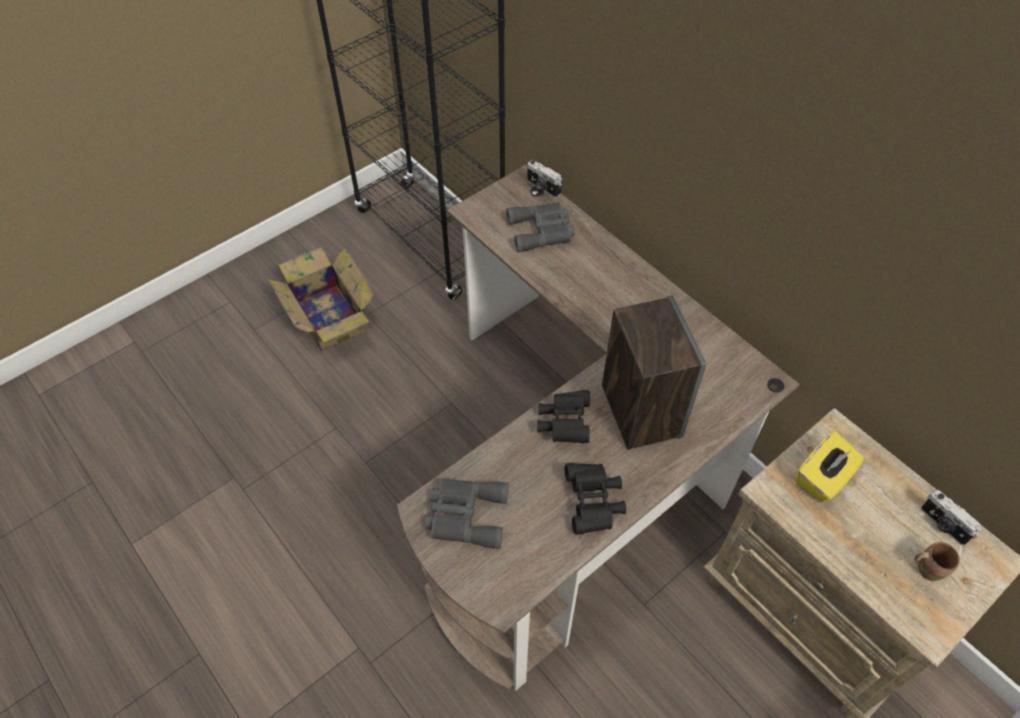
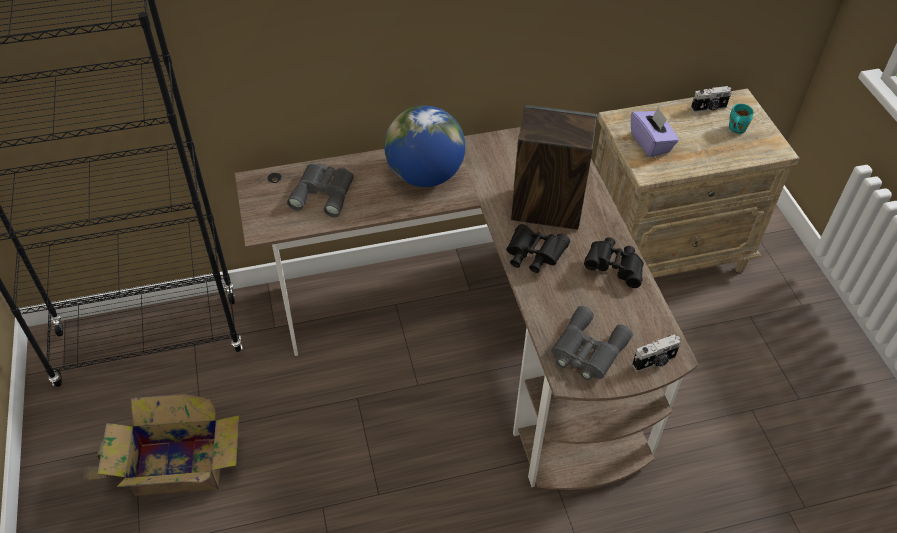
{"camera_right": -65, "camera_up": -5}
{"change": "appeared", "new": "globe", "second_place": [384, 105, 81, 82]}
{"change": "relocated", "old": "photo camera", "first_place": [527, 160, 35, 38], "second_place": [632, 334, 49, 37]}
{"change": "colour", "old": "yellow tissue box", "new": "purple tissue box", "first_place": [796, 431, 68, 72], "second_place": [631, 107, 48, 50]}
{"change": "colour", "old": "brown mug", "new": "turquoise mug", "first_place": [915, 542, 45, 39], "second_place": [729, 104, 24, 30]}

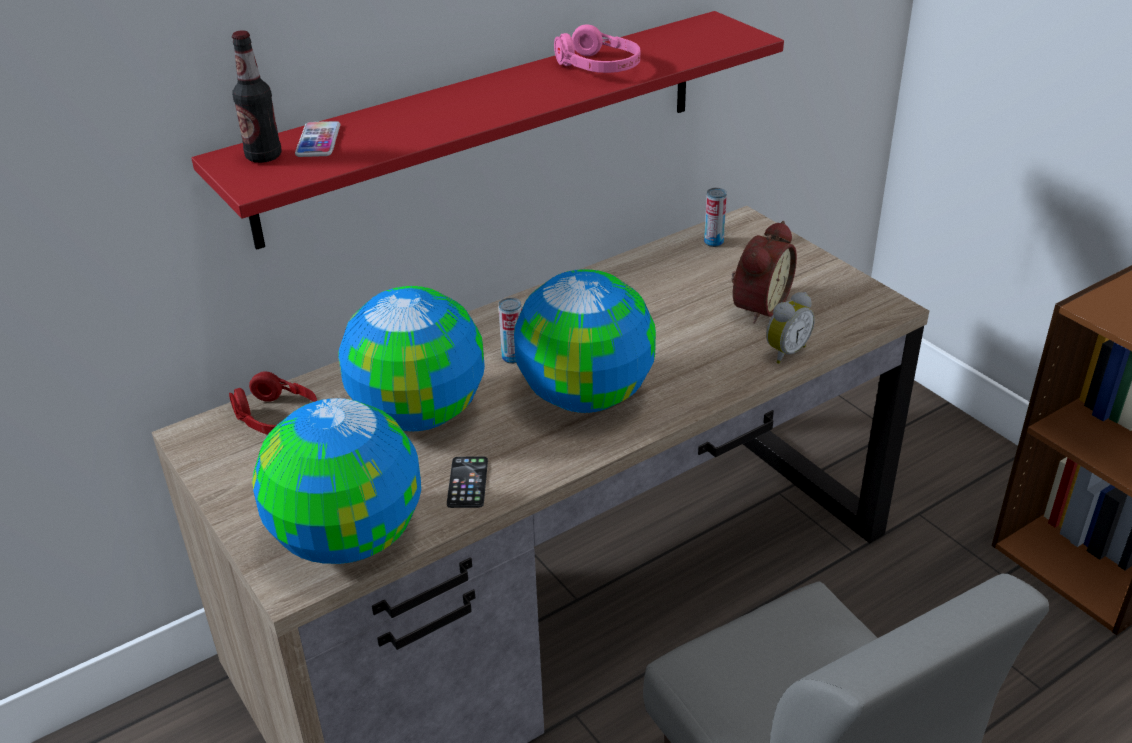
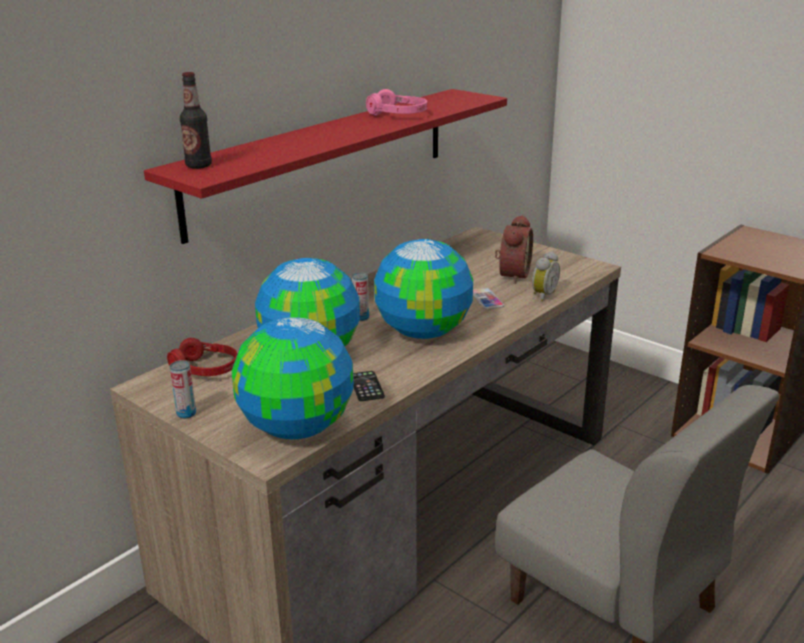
{"camera_right": -15, "camera_up": -10}
{"change": "relocated", "old": "phone", "first_place": [295, 121, 45, 36], "second_place": [473, 288, 31, 21]}
{"change": "relocated", "old": "can", "first_place": [704, 188, 23, 59], "second_place": [170, 360, 26, 59]}

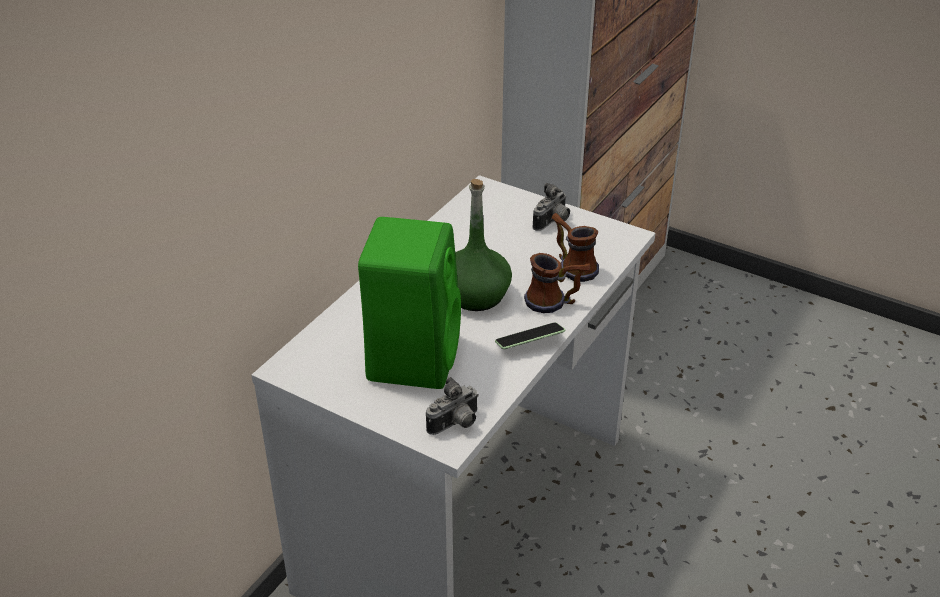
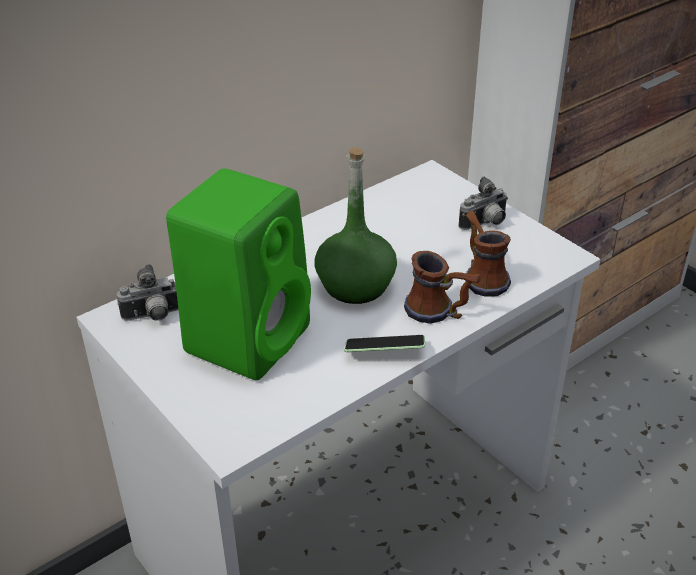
{"camera_right": 20, "camera_up": 0}
{"change": "relocated", "old": "photo camera", "first_place": [426, 377, 53, 58], "second_place": [117, 264, 62, 57]}

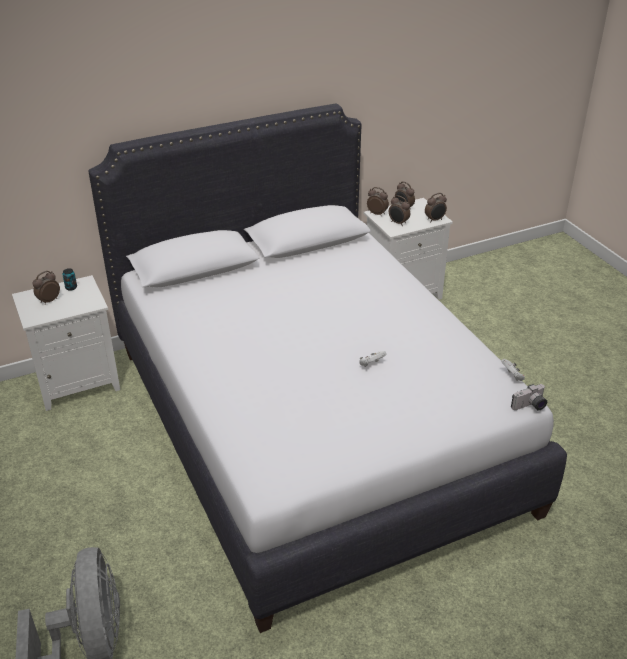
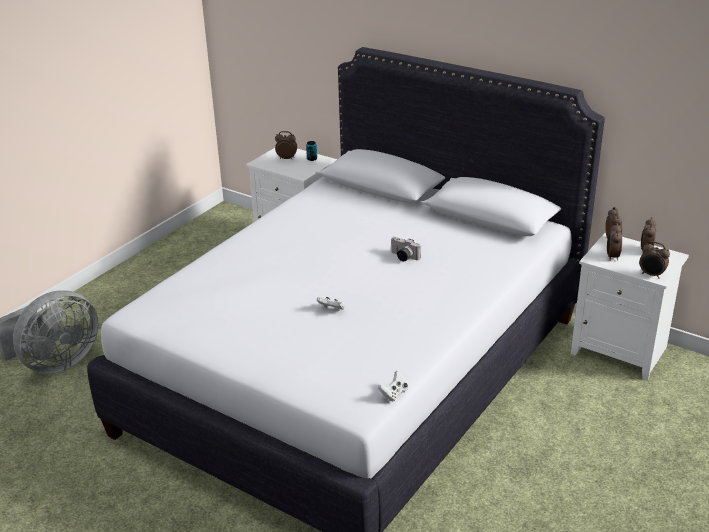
{"camera_right": 60, "camera_up": -5}
{"change": "relocated", "old": "photo camera", "first_place": [511, 384, 36, 26], "second_place": [391, 237, 30, 24]}

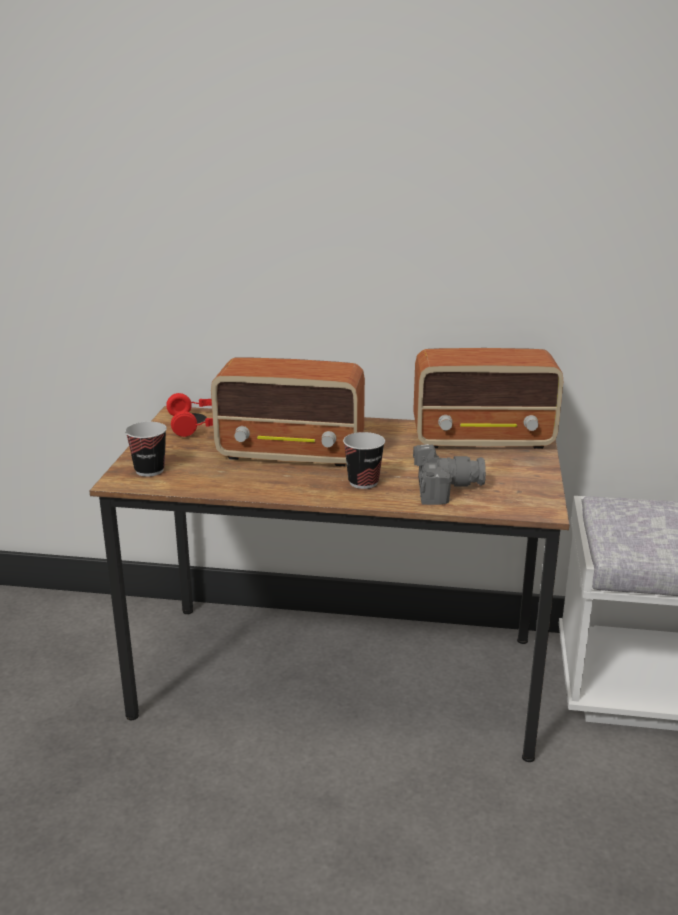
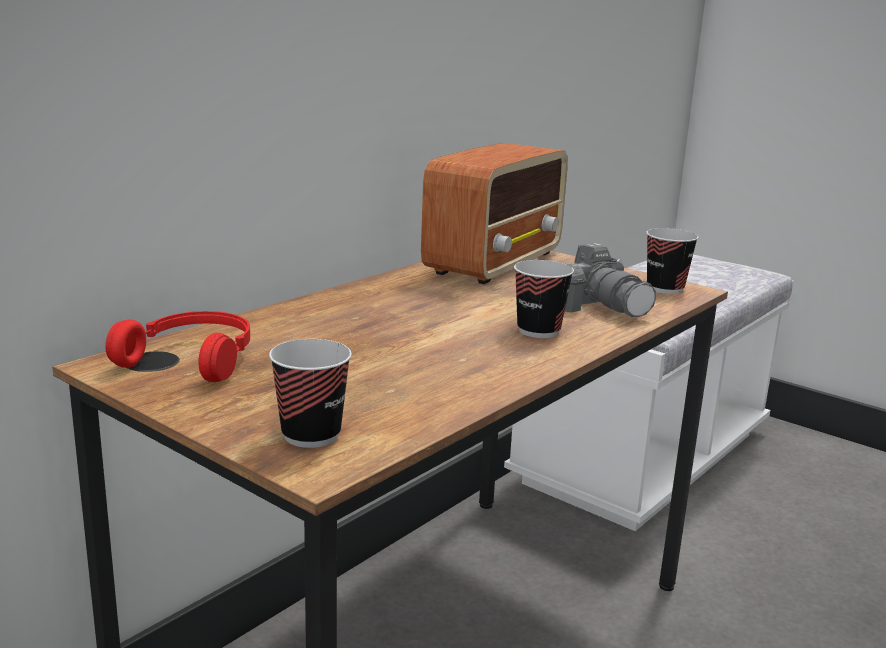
{"camera_right": -60, "camera_up": -5}
{"change": "missing", "old": "radio", "first_place": [211, 357, 154, 110]}
{"change": "appeared", "new": "cup", "second_place": [646, 228, 53, 66]}
{"change": "spun", "old": "photo camera", "first_place": [413, 444, 73, 61], "second_place": [565, 243, 91, 74], "degrees": 120}

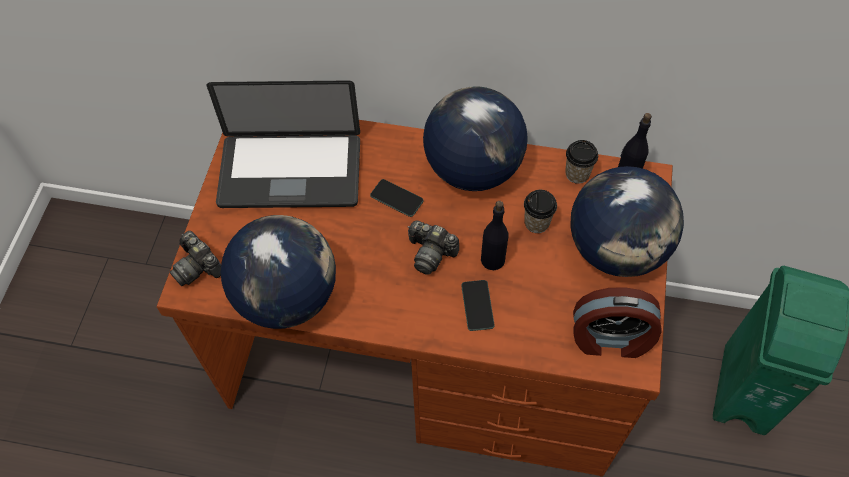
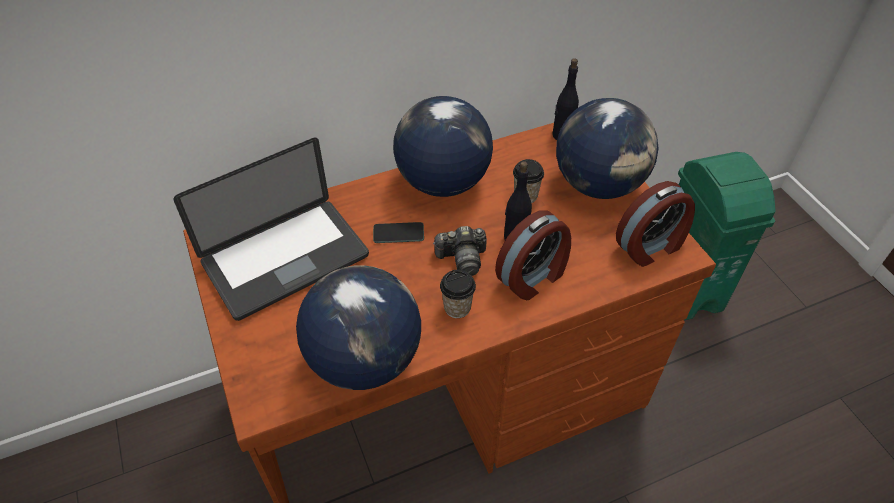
{"camera_right": -35, "camera_up": -10}
{"change": "missing", "old": "photo camera", "first_place": [170, 231, 51, 55]}
{"change": "relocated", "old": "cup", "first_place": [565, 140, 33, 44], "second_place": [440, 270, 36, 48]}
{"change": "exchanged", "old": "phone", "new": "alarm clock", "first_place": [461, 280, 34, 51], "second_place": [495, 210, 76, 90]}

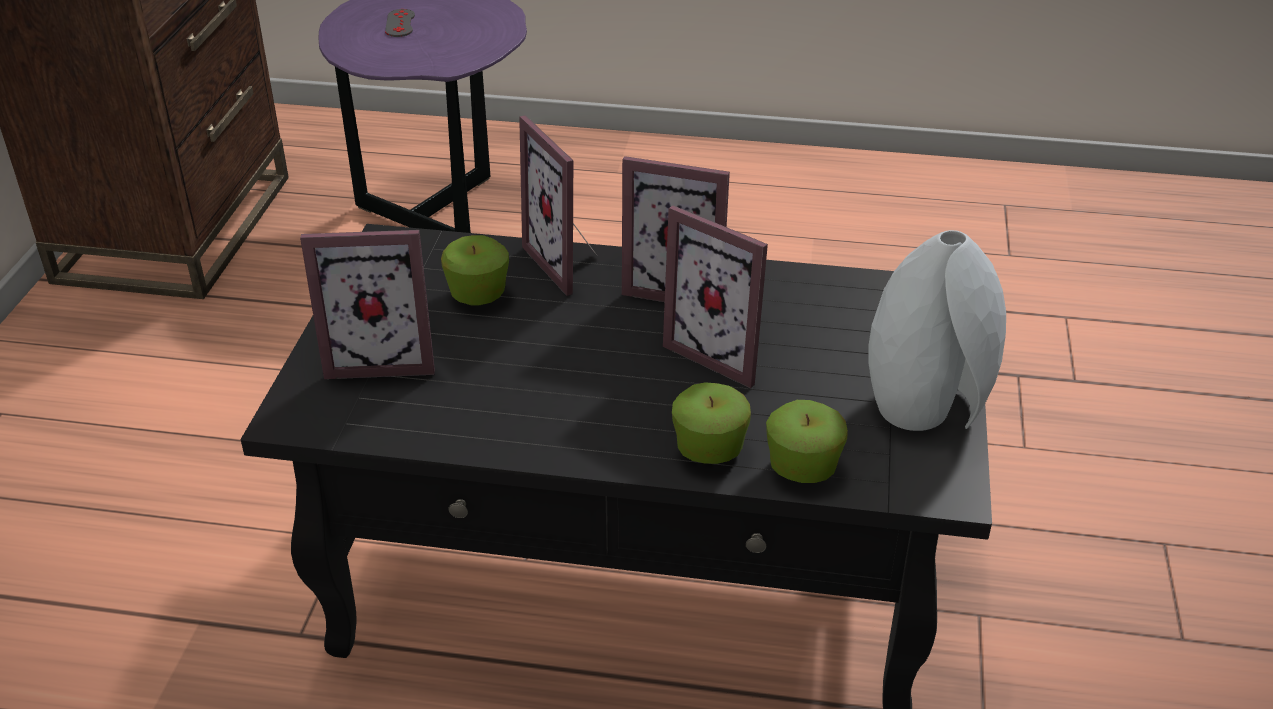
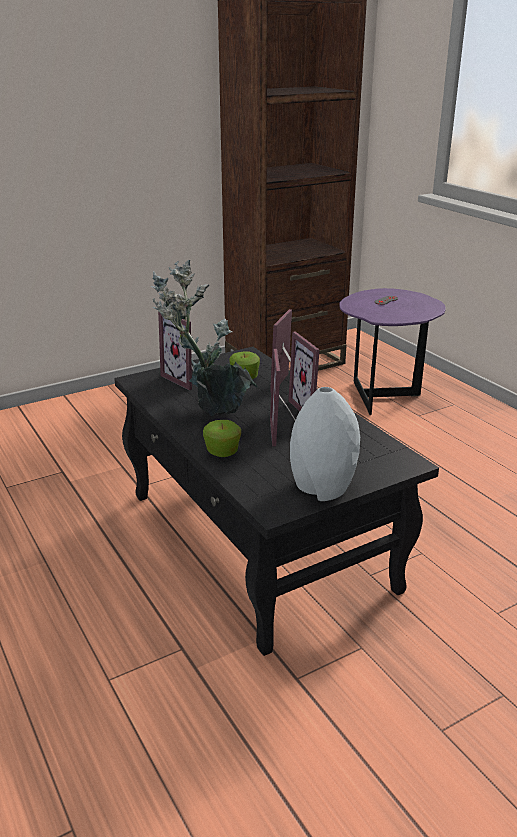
{"camera_right": 50, "camera_up": -10}
{"change": "missing", "old": "apple", "first_place": [766, 400, 82, 83]}
{"change": "appeared", "new": "potted plant", "second_place": [151, 260, 107, 156]}

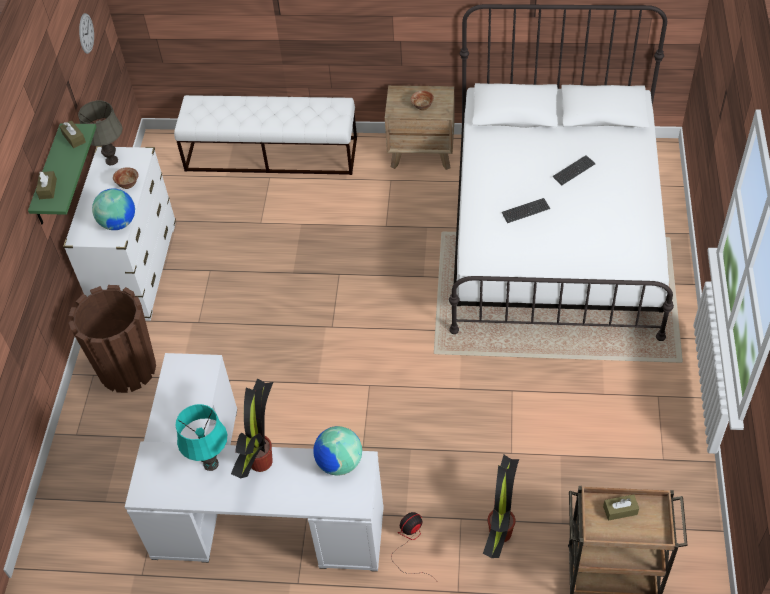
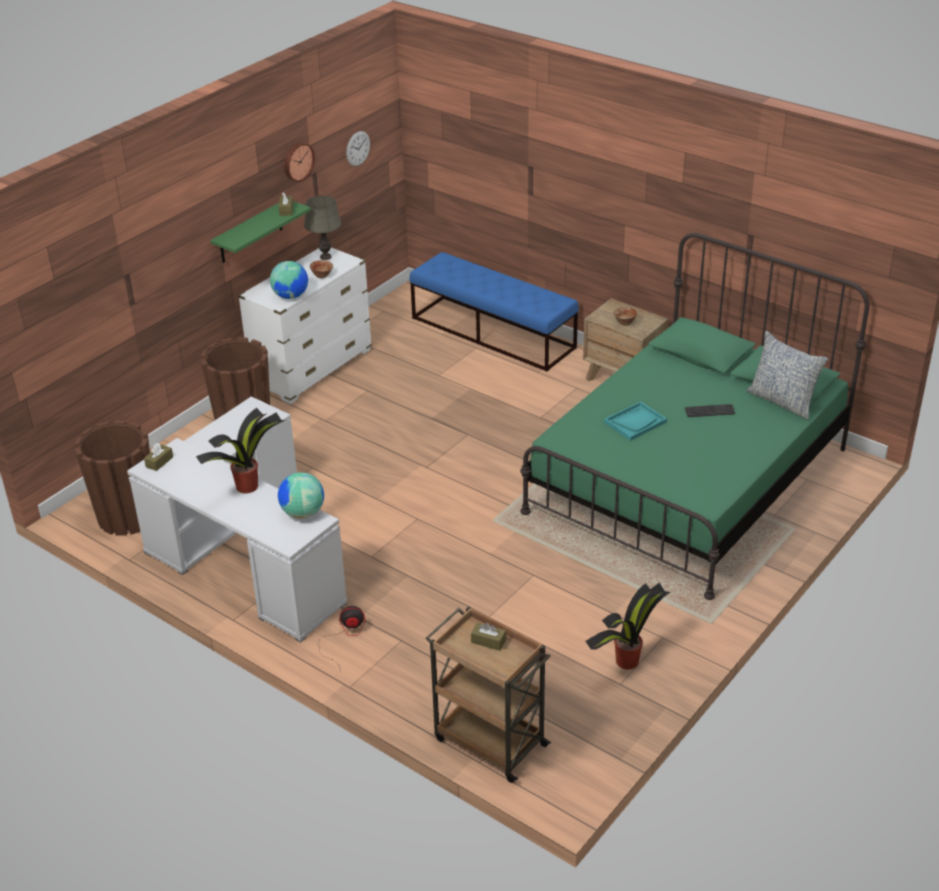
{"camera_right": 30, "camera_up": -15}
{"change": "missing", "old": "turquoise table lamp", "first_place": [175, 404, 52, 67]}
{"change": "appeared", "new": "brown planter", "second_place": [74, 420, 76, 116]}
{"change": "appeared", "new": "wall clock", "second_place": [284, 142, 31, 40]}
{"change": "appeared", "new": "pillow", "second_place": [746, 331, 82, 89]}
{"change": "relocated", "old": "brown tissue box", "first_place": [36, 171, 21, 28], "second_place": [144, 443, 29, 28]}
{"change": "relocated", "old": "potted plant", "first_place": [483, 455, 36, 103], "second_place": [585, 583, 85, 87]}
{"change": "exchanged", "old": "keyboard", "new": "turquoise tray", "first_place": [502, 198, 48, 25], "second_place": [604, 401, 63, 40]}
{"change": "colour", "old": "white bench", "new": "blue bench", "first_place": [174, 95, 183, 80], "second_place": [409, 252, 170, 120]}
{"change": "colour", "old": "white bed", "new": "green bed", "first_place": [449, 4, 225, 337], "second_place": [520, 233, 350, 367]}

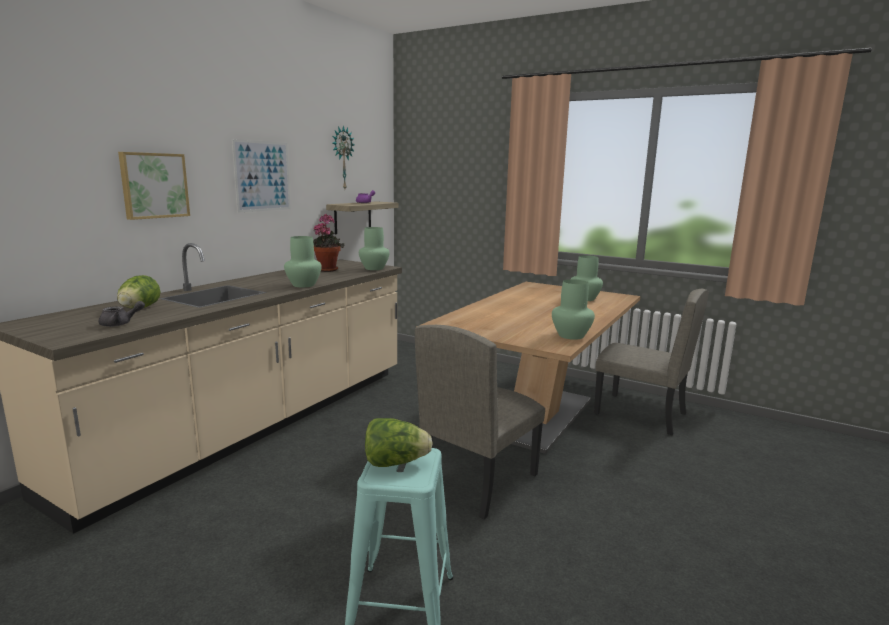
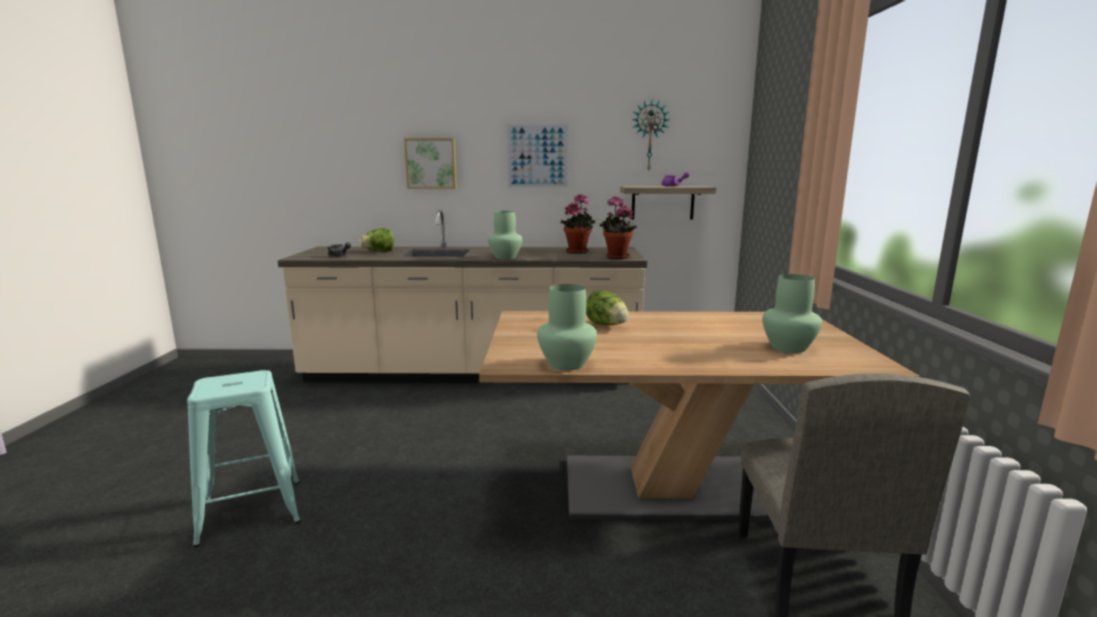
{"camera_right": 60, "camera_up": 0}
{"change": "missing", "old": "beige chair", "first_place": [415, 325, 130, 195]}
{"change": "relocated", "old": "lettuce", "first_place": [365, 418, 68, 49], "second_place": [586, 290, 43, 35]}
{"change": "exchanged", "old": "green vase", "new": "potted plant", "first_place": [359, 227, 31, 43], "second_place": [600, 196, 37, 63]}

